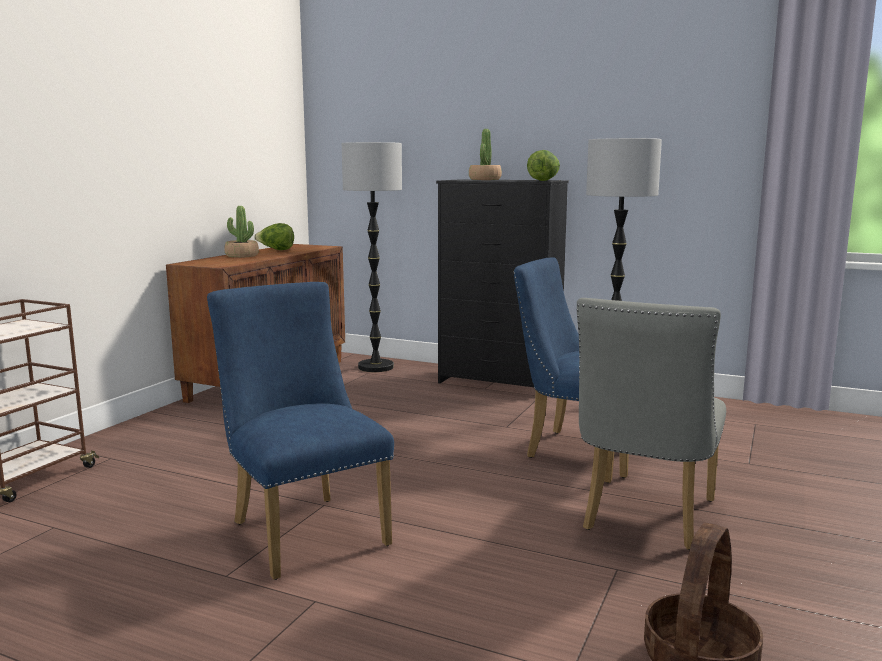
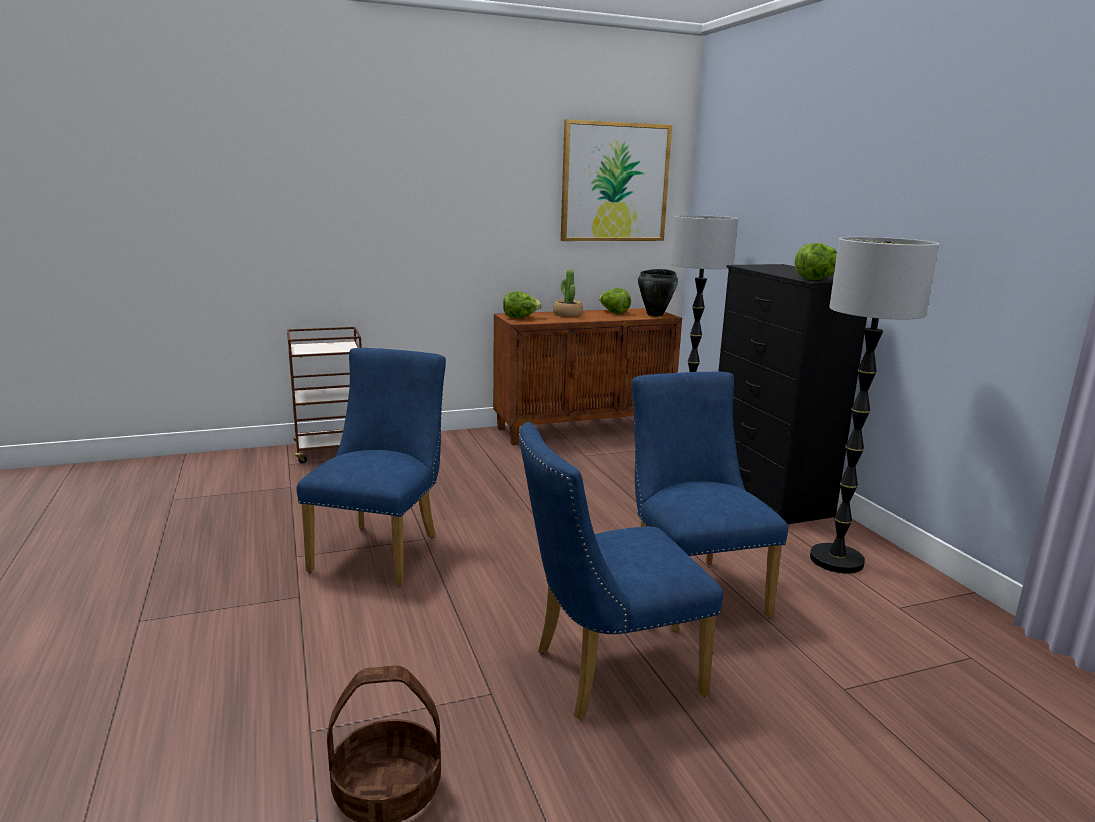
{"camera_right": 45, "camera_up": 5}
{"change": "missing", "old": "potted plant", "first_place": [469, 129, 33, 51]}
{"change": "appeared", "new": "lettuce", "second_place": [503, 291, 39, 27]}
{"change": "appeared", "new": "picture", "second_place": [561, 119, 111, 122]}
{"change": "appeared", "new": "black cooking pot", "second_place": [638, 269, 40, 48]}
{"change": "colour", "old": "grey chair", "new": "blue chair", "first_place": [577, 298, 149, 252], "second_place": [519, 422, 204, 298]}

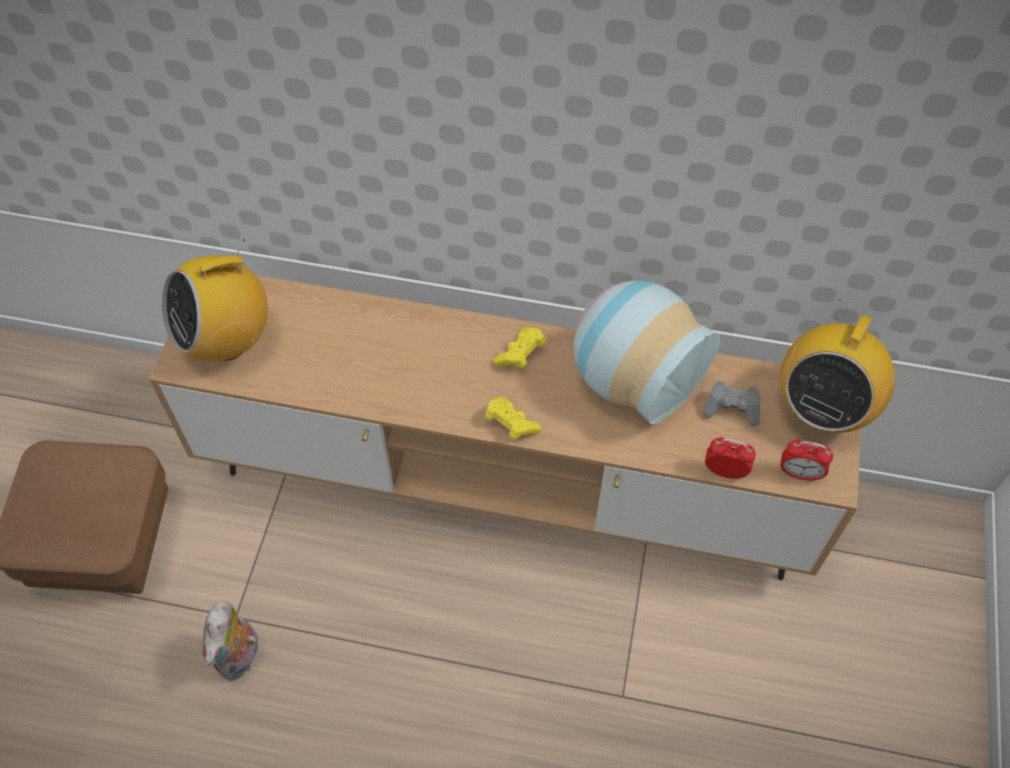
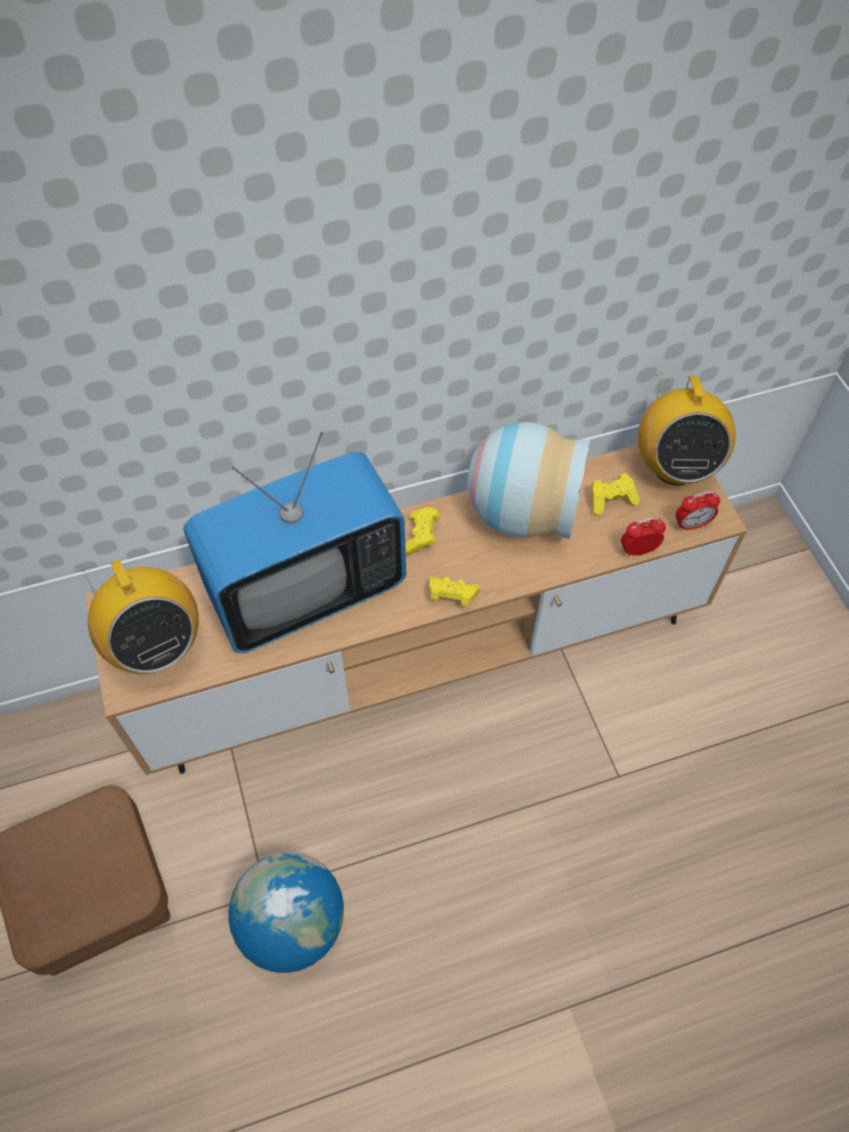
{"camera_right": -30, "camera_up": 0}
{"change": "appeared", "new": "television", "second_place": [183, 432, 223, 221]}
{"change": "exchanged", "old": "plush toy", "new": "globe", "first_place": [203, 601, 59, 80], "second_place": [229, 852, 115, 121]}
{"change": "colour", "old": "grey game controller", "new": "yellow game controller", "first_place": [703, 381, 58, 45], "second_place": [591, 473, 49, 43]}
{"change": "spun", "old": "radio", "first_place": [162, 239, 106, 122], "second_place": [82, 559, 117, 115], "degrees": -60}

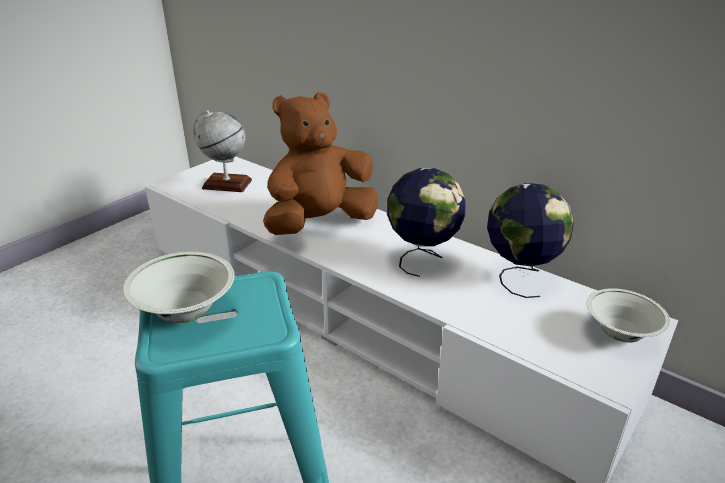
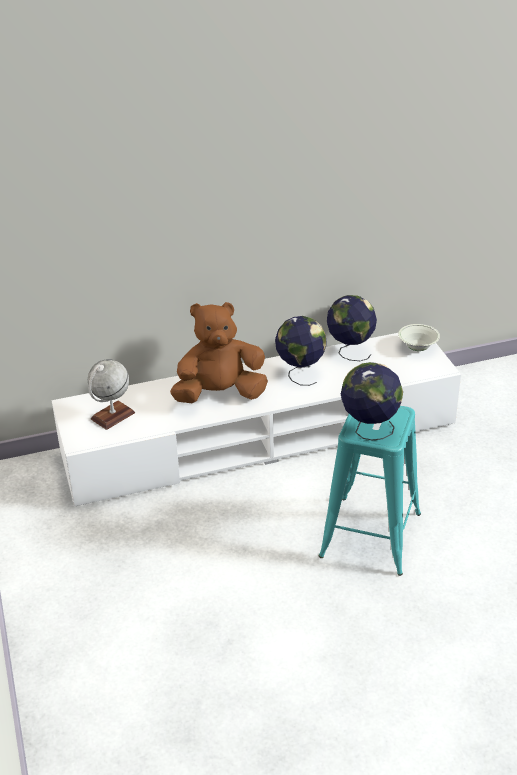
{"camera_right": -55, "camera_up": 5}
{"change": "exchanged", "old": "white bowl", "new": "globe", "first_place": [123, 252, 112, 71], "second_place": [341, 362, 62, 79]}
{"change": "spun", "old": "brown plush toy", "first_place": [263, 92, 115, 143], "second_place": [170, 302, 98, 101], "degrees": 75}

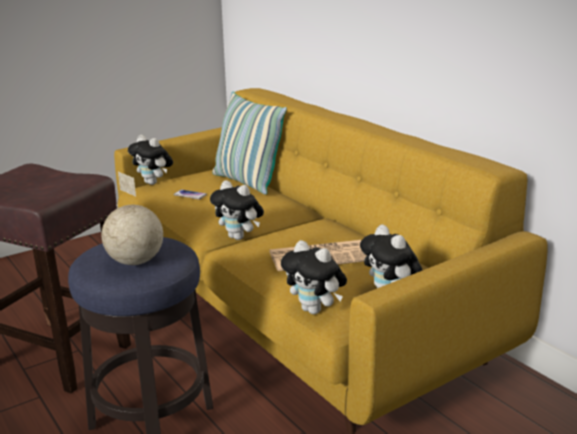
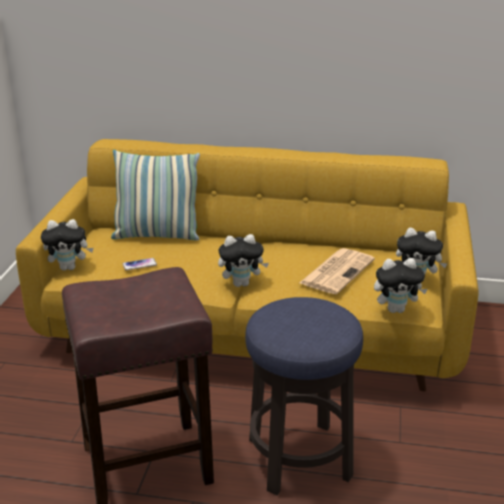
{"camera_right": -45, "camera_up": 5}
{"change": "missing", "old": "globe", "first_place": [102, 172, 61, 93]}

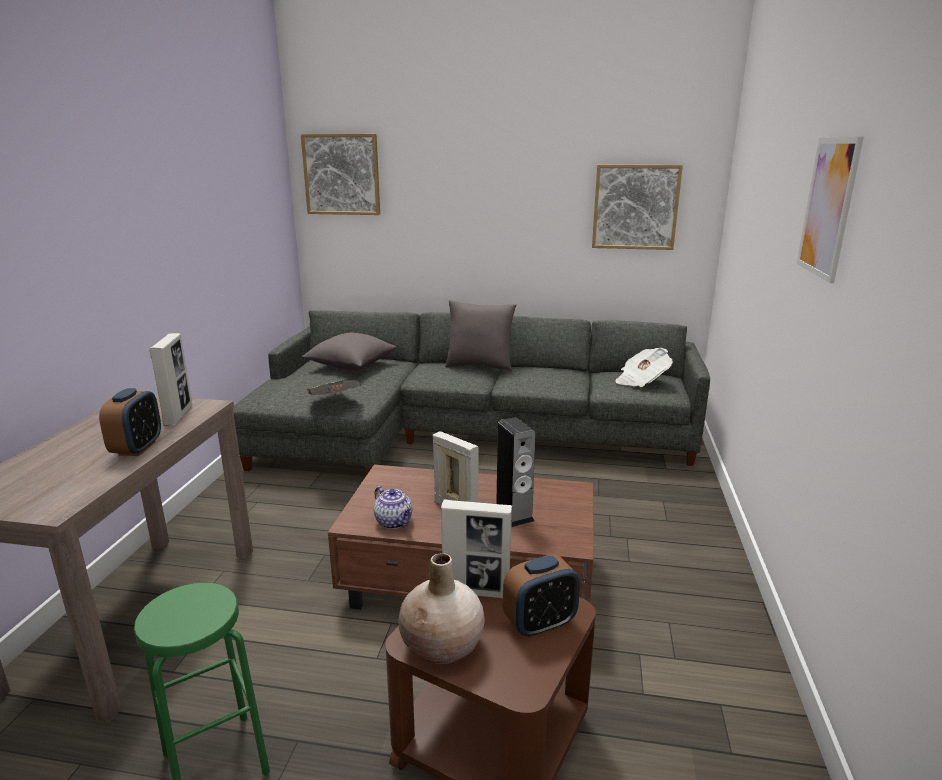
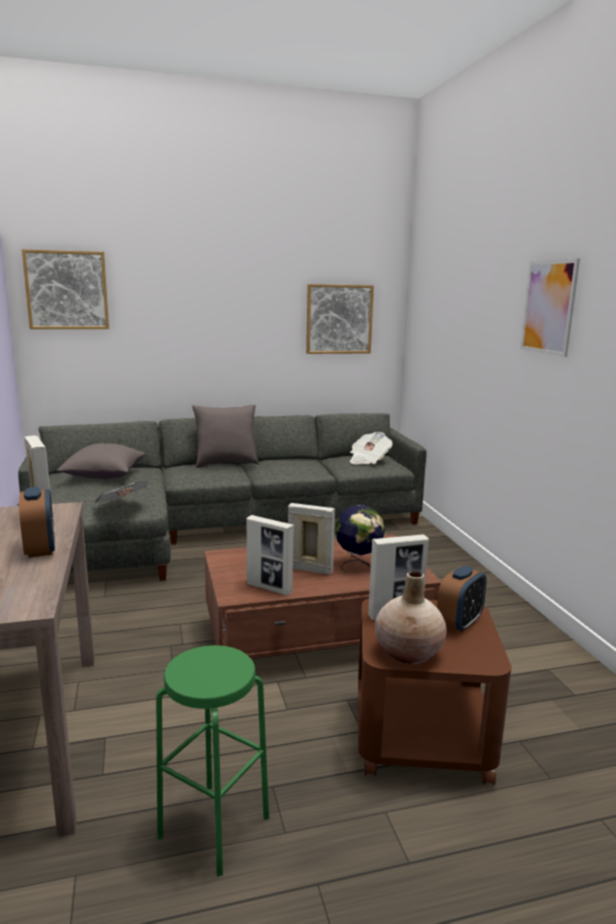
{"camera_right": -25, "camera_up": -5}
{"change": "exchanged", "old": "teapot", "new": "picture frame", "first_place": [374, 486, 38, 43], "second_place": [247, 515, 47, 81]}
{"change": "exchanged", "old": "speaker", "new": "globe", "first_place": [496, 417, 40, 110], "second_place": [335, 505, 50, 68]}

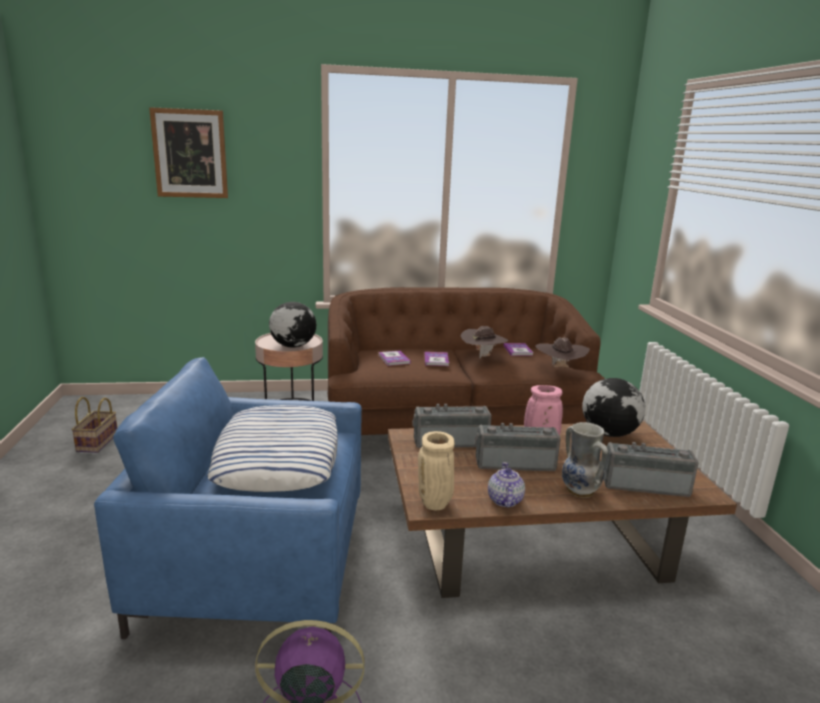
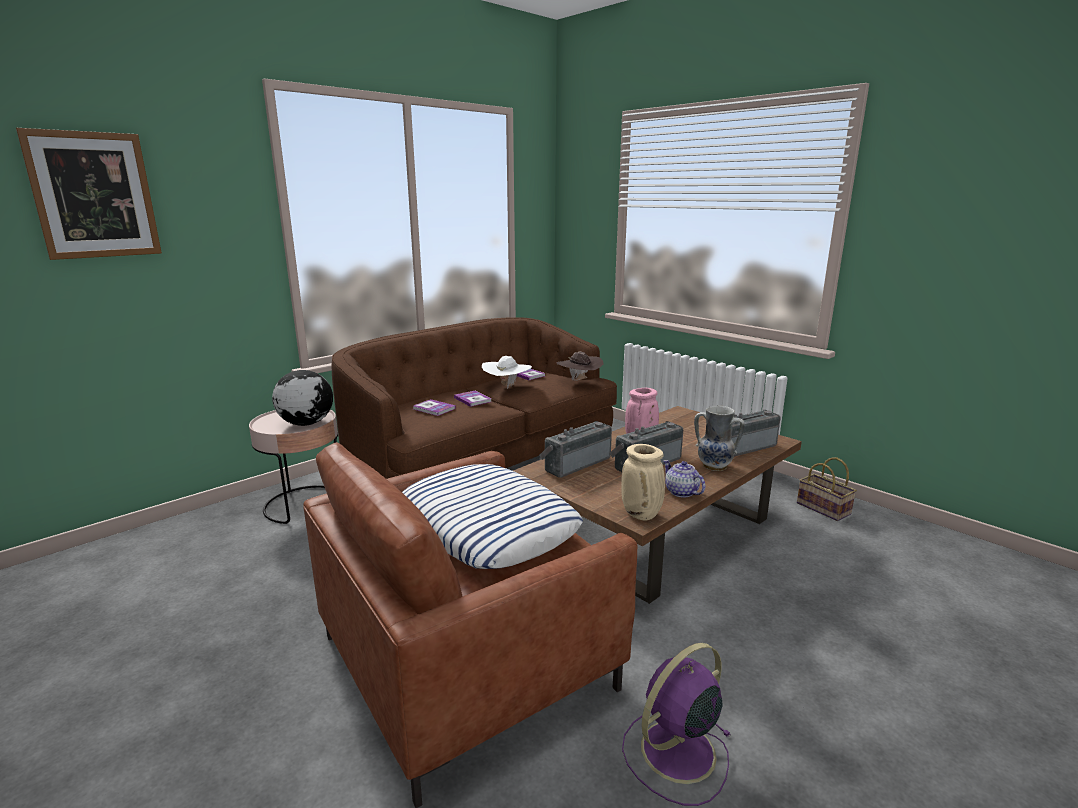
{"camera_right": -35, "camera_up": 0}
{"change": "missing", "old": "globe", "first_place": [582, 378, 63, 59]}
{"change": "relocated", "old": "basket", "first_place": [71, 397, 46, 56], "second_place": [797, 457, 60, 64]}
{"change": "colour", "old": "blue armchair", "new": "brown armchair", "first_place": [94, 357, 268, 282], "second_place": [303, 442, 334, 366]}
{"change": "colour", "old": "brown hat", "new": "white hat", "first_place": [461, 326, 48, 32], "second_place": [482, 356, 50, 33]}

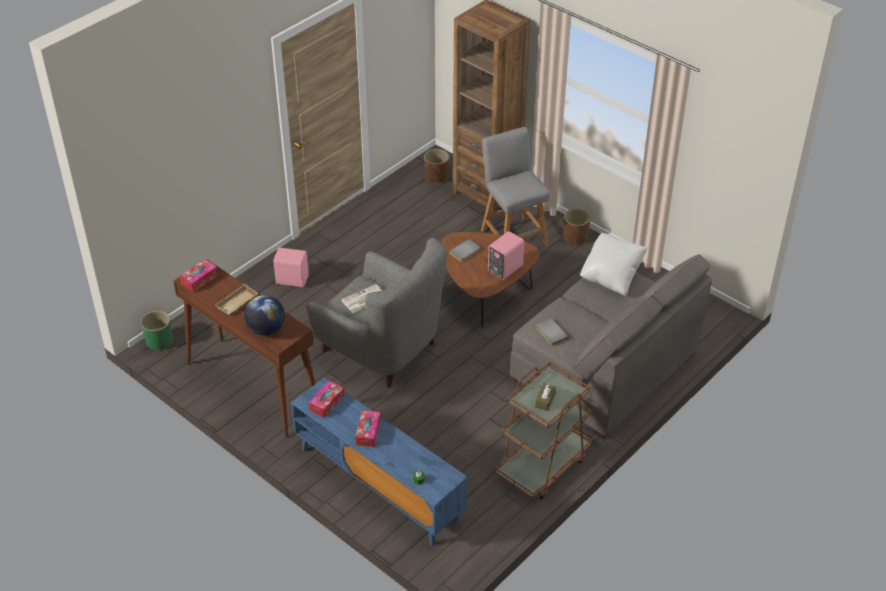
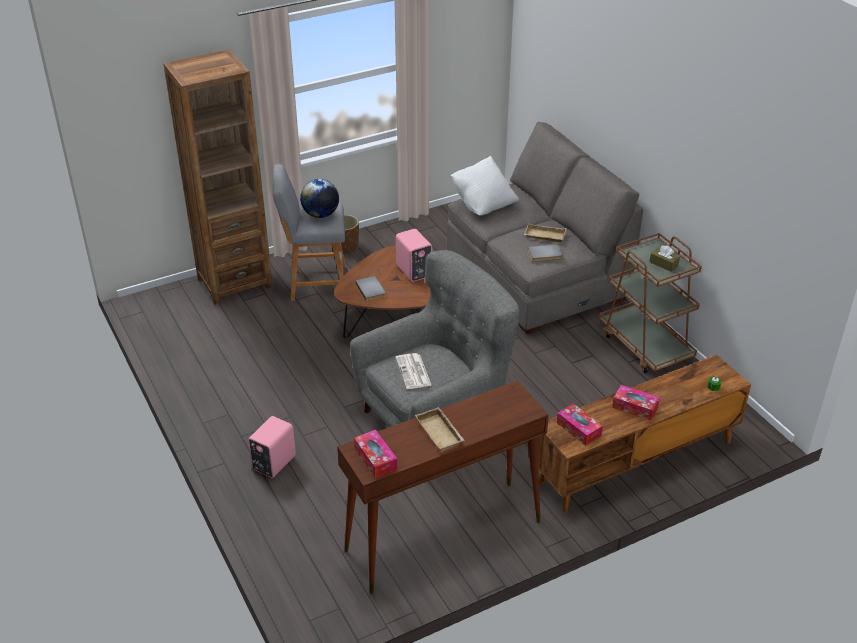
{"camera_right": -70, "camera_up": -5}
{"change": "missing", "old": "green planter", "first_place": [141, 311, 32, 40]}
{"change": "missing", "old": "brown planter", "first_place": [424, 149, 25, 35]}
{"change": "appeared", "new": "beige tray", "second_place": [524, 223, 43, 20]}
{"change": "relocated", "old": "globe", "first_place": [244, 295, 41, 40], "second_place": [300, 179, 39, 39]}
{"change": "colour", "old": "blue tv stand", "new": "brown tv stand", "first_place": [291, 377, 176, 169], "second_place": [538, 354, 213, 159]}

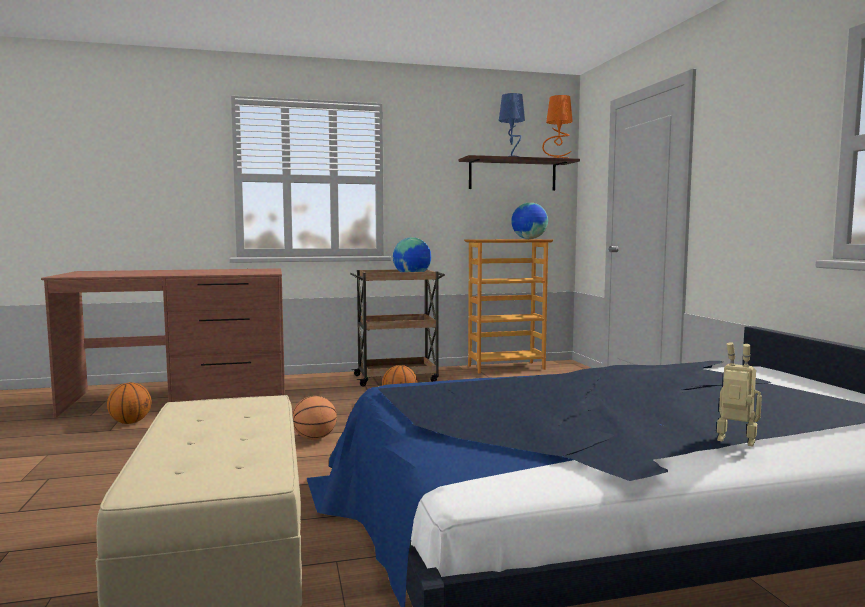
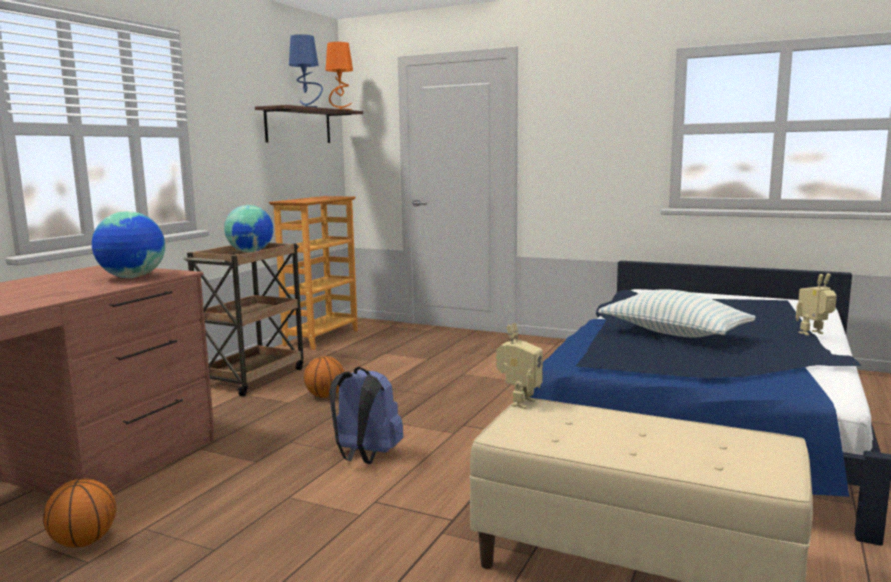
{"camera_right": -50, "camera_up": 5}
{"change": "appeared", "new": "toy robot", "second_place": [496, 323, 47, 86]}
{"change": "appeared", "new": "pillow", "second_place": [598, 289, 158, 49]}
{"change": "relocated", "old": "globe", "first_place": [511, 203, 37, 36], "second_place": [92, 211, 73, 67]}
{"change": "exchanged", "old": "basketball", "new": "blue backpack", "first_place": [293, 396, 44, 44], "second_place": [329, 367, 74, 97]}

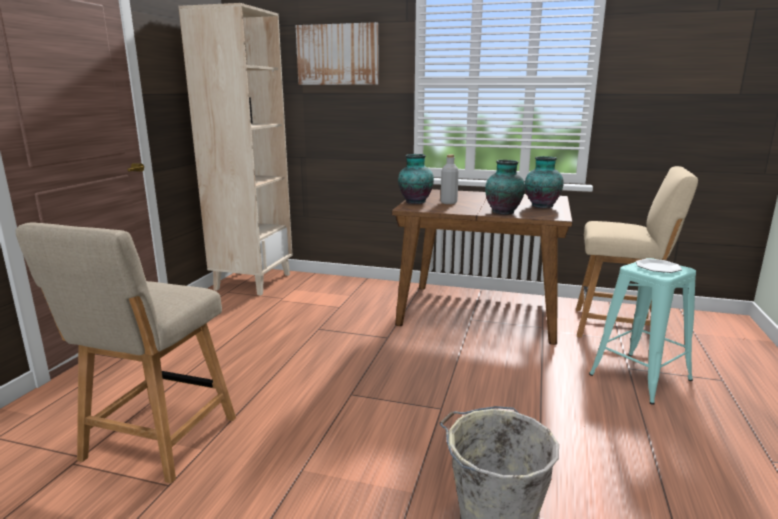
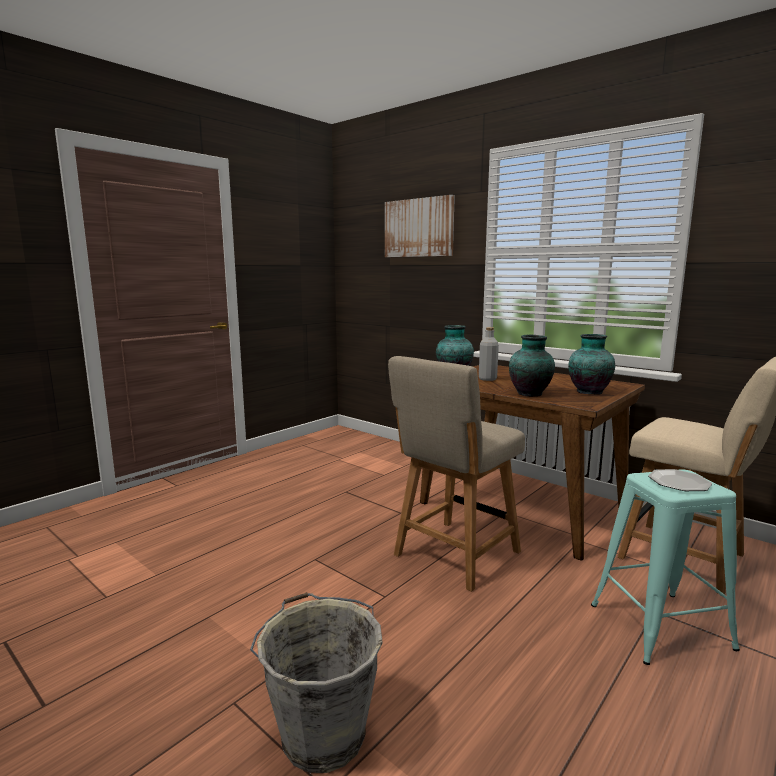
{"camera_right": 25, "camera_up": -5}
{"change": "missing", "old": "beige bookcase", "first_place": [178, 3, 115, 292]}
{"change": "relocated", "old": "beige chair", "first_place": [15, 222, 221, 261], "second_place": [388, 356, 137, 236]}

